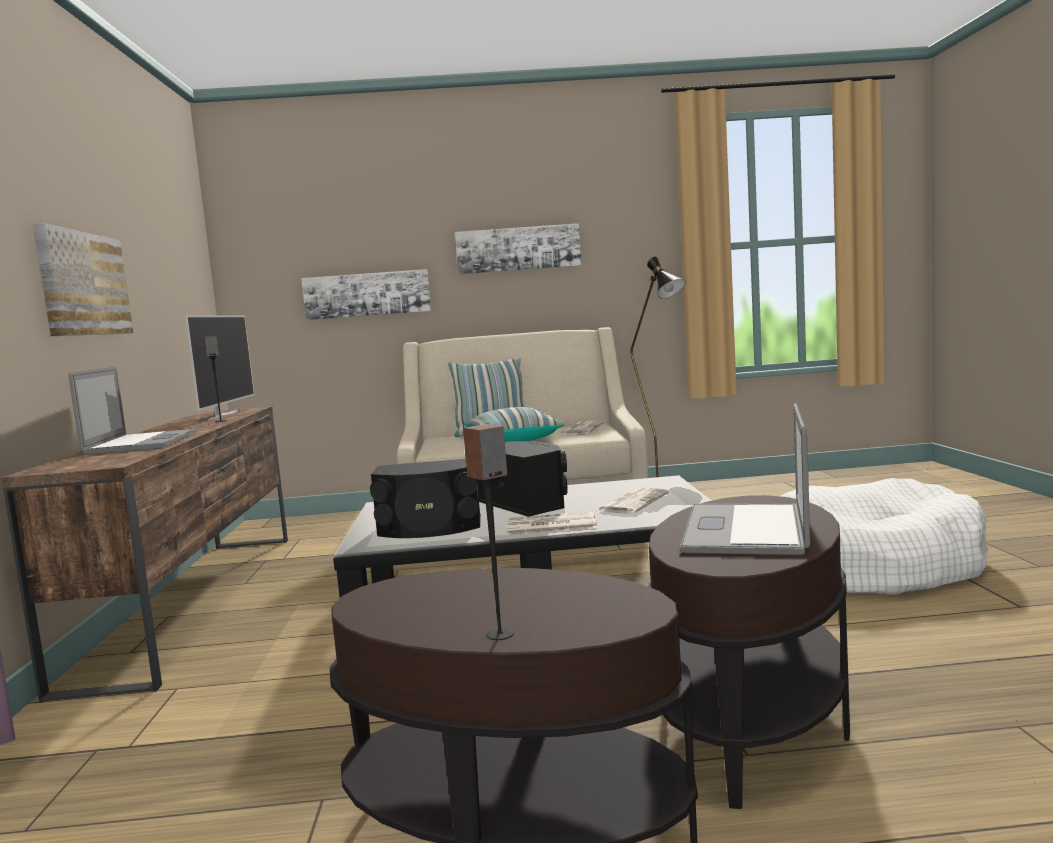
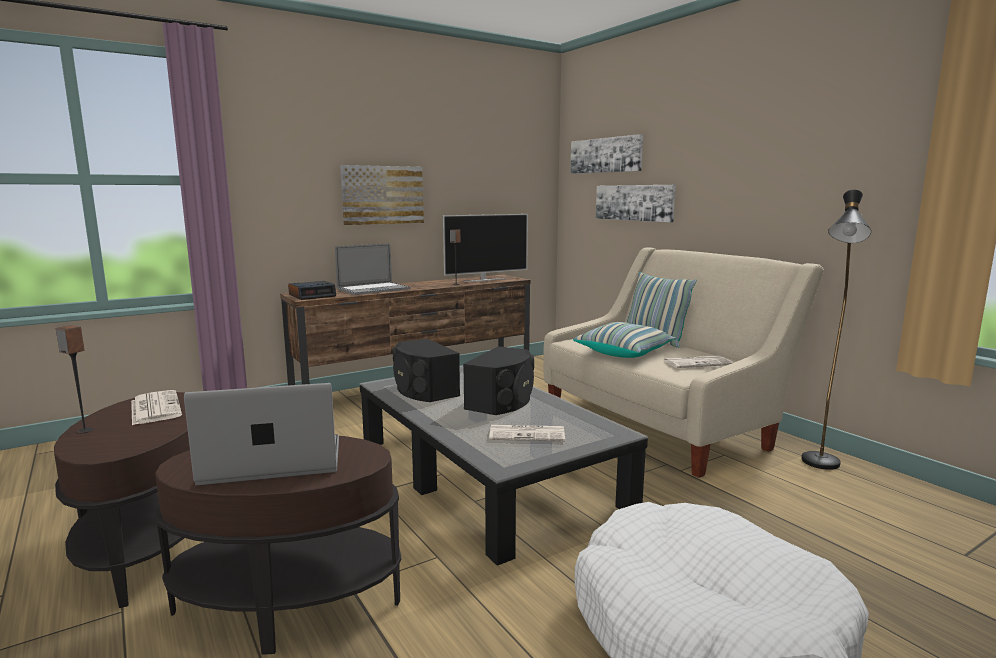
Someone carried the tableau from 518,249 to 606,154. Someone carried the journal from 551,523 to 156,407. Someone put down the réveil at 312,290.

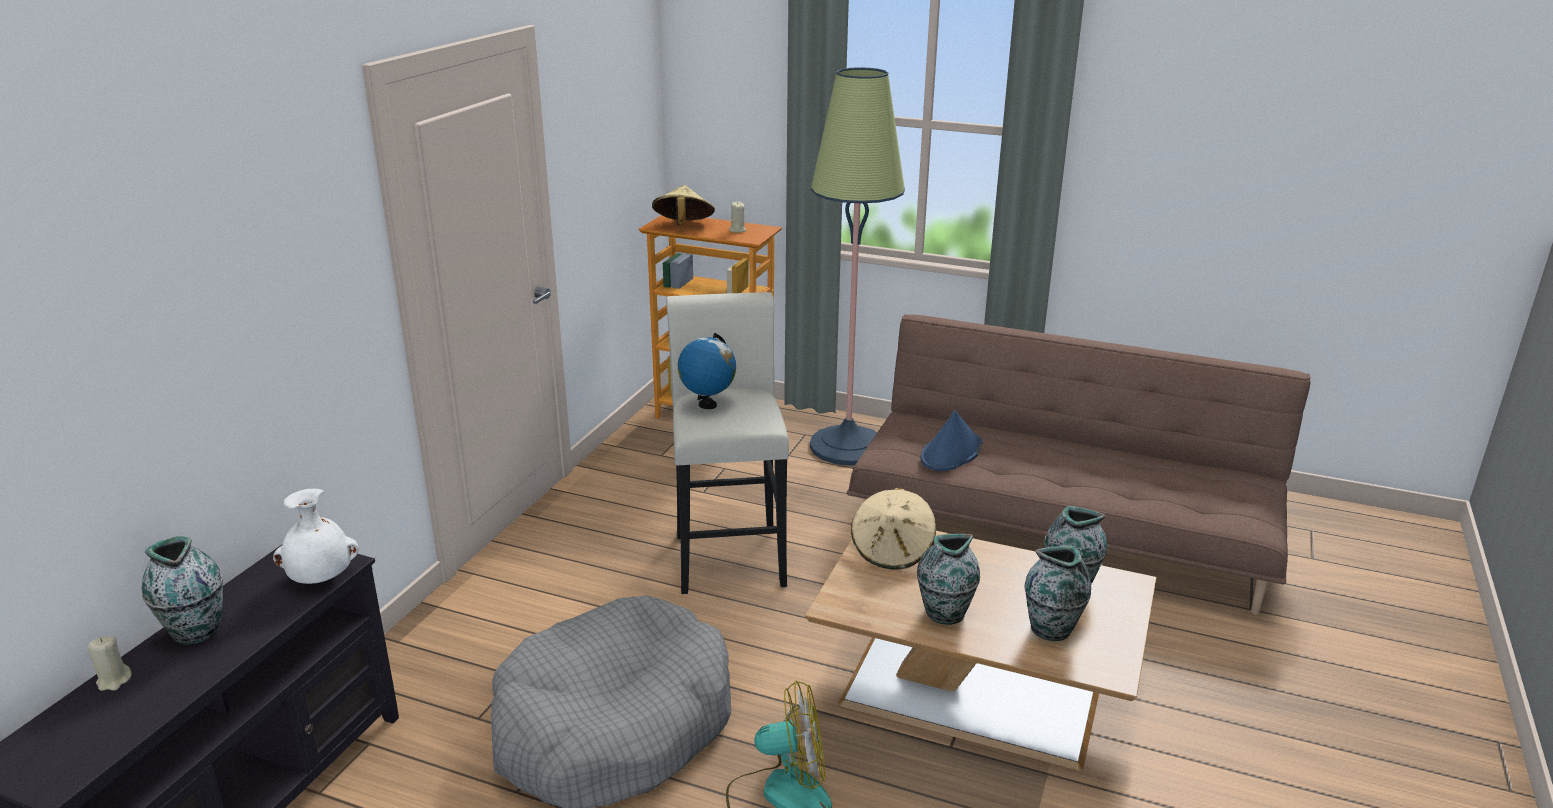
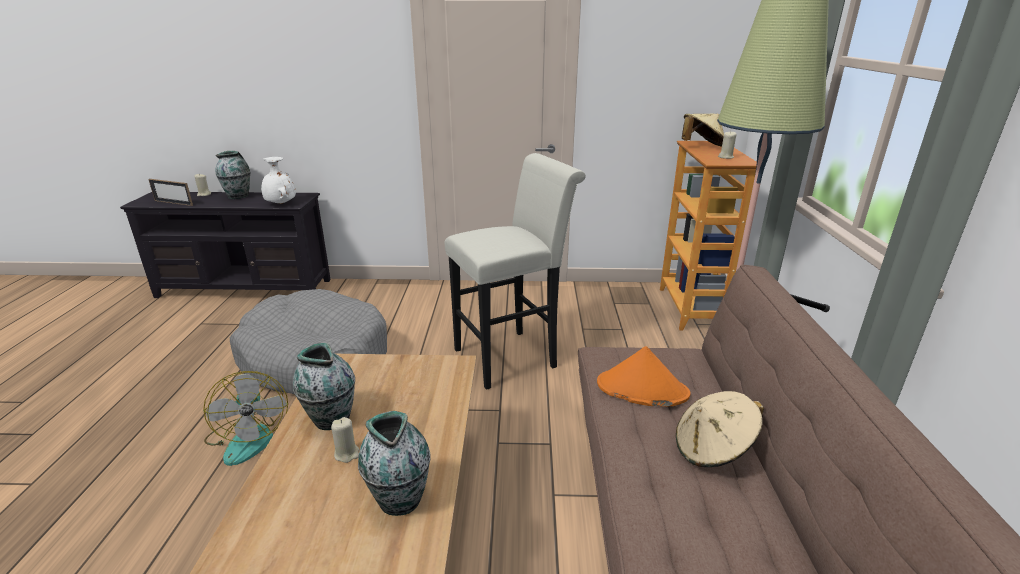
Someone took away the globe at 707,371. Someone repainted the chapeau (bleu) at 952,440, which became the chapeau (orange) at 643,376. Someone carried the chapeau (beige) from 893,529 to 720,429. Someone took away the vase at 1057,593. Someone put down the cadre photo at 170,192. Someone put down the bougie (beige) at 345,440.

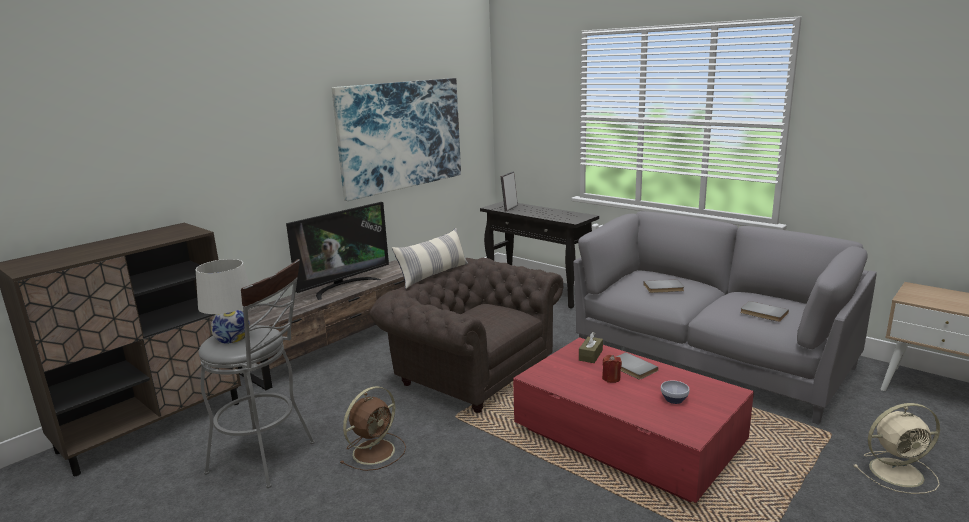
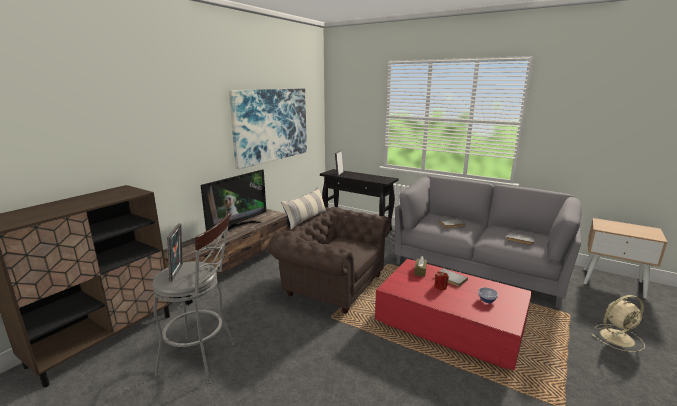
Someone swapped the lampe de table (blanc) at 223,301 for the cadre photo at 175,252. Someone took away the ventilateur (marron) at 373,428.

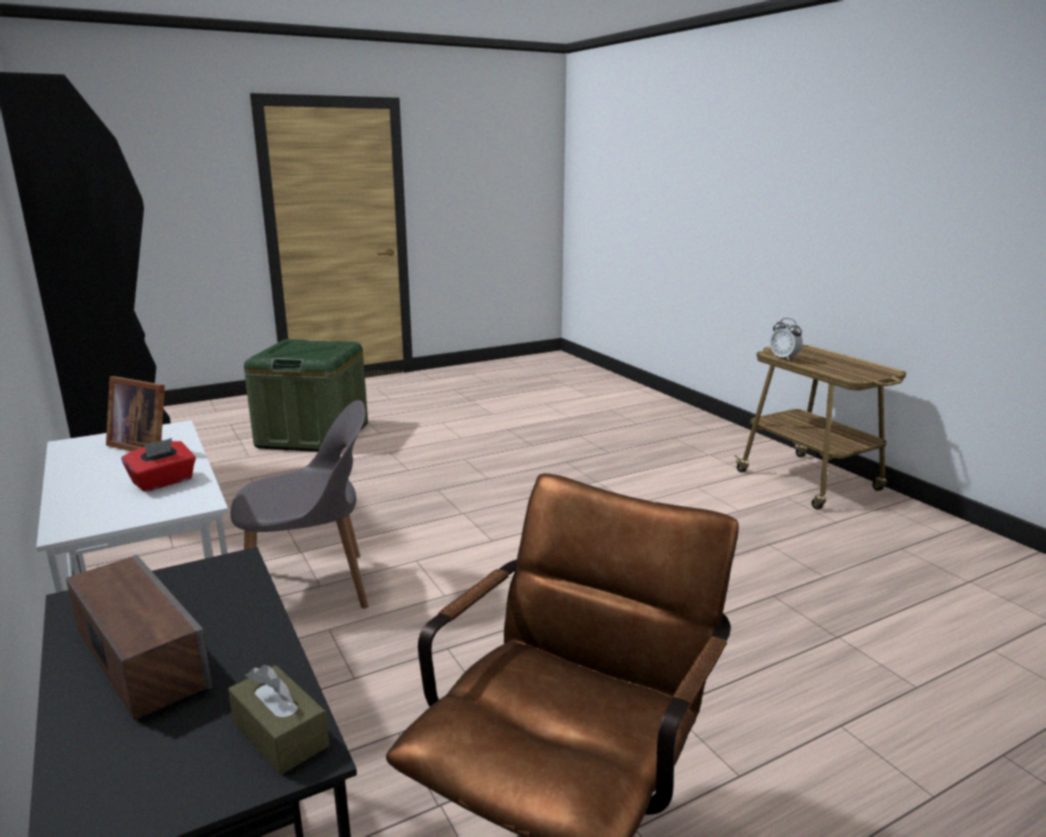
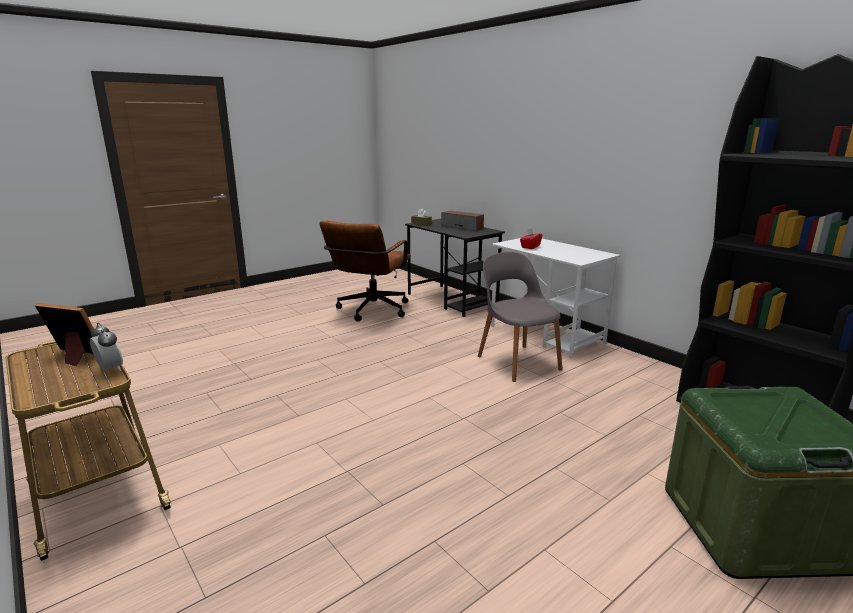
Someone carried the cadre photo from 135,413 to 64,334. Someone rotated the chaise (gris) at 299,504 by 90 degrees clockwise.

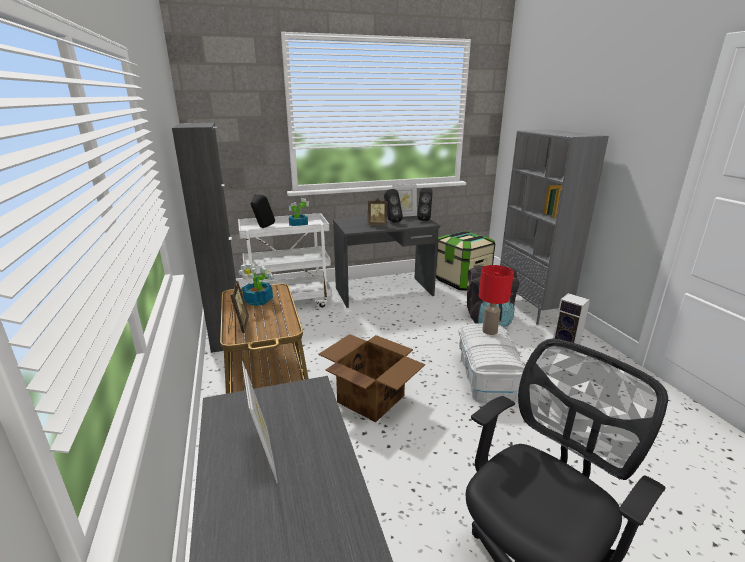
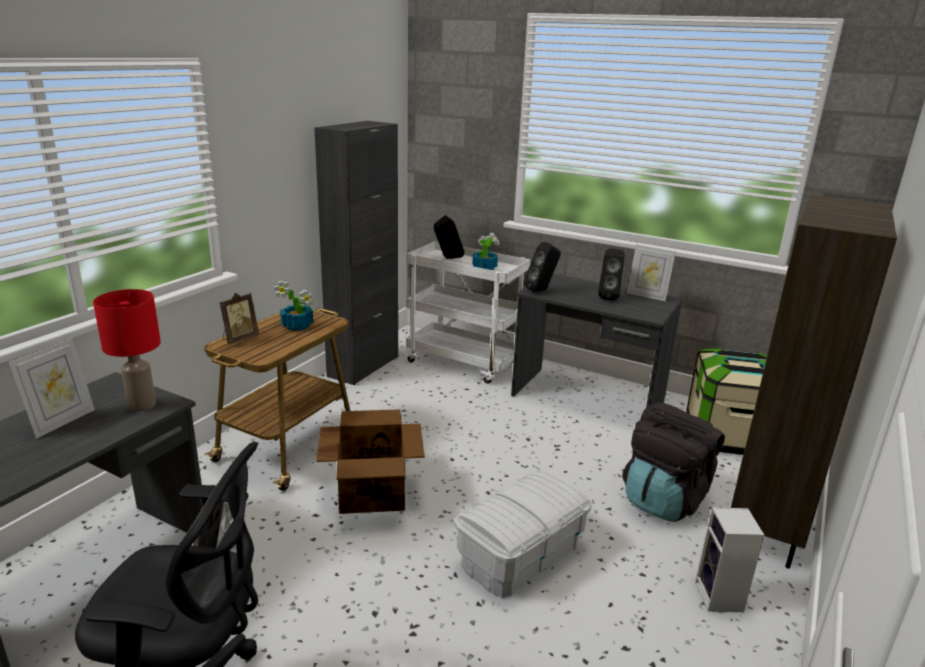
Someone repainted the bibliothèque (gris) at 554,227, which became the bibliothèque (marron) at 814,381. Someone carried the enceinte (noir) from 425,204 to 542,267. Someone took away the cadre photo at 377,211. Someone carried the lampe de table (rouge) from 496,300 to 127,350.

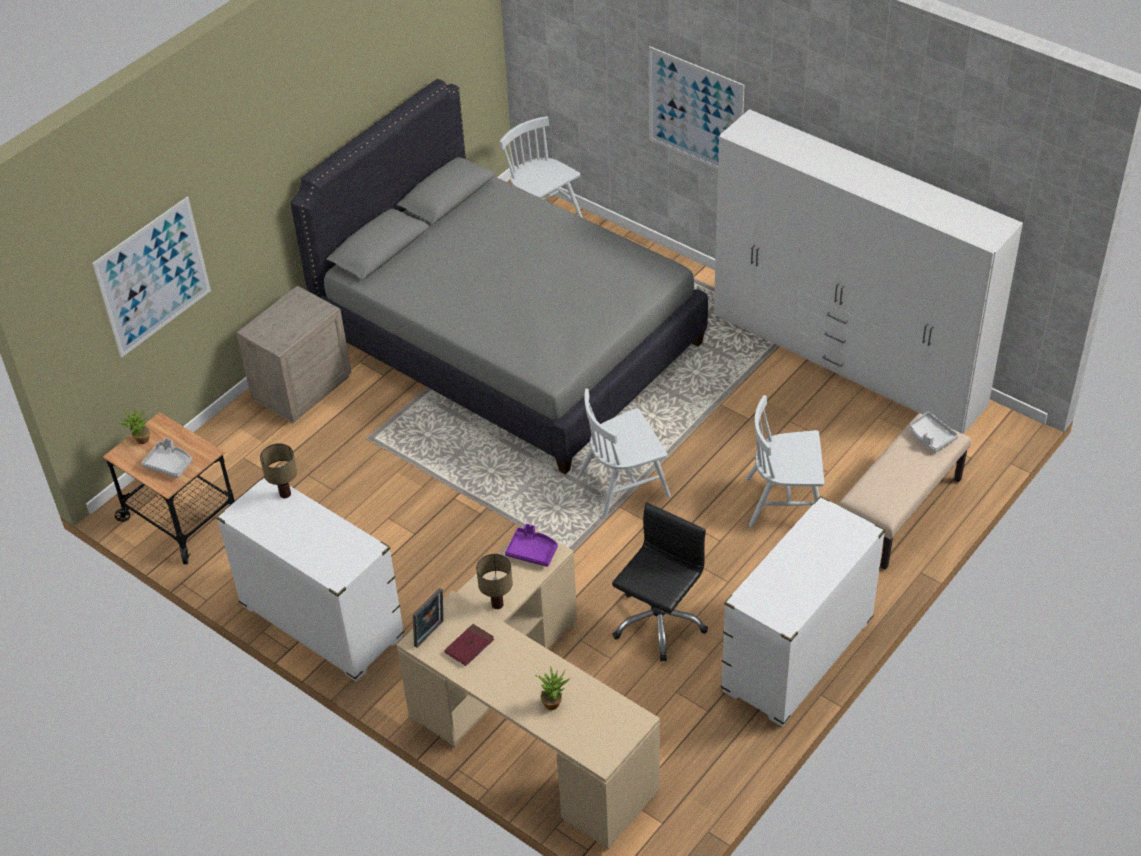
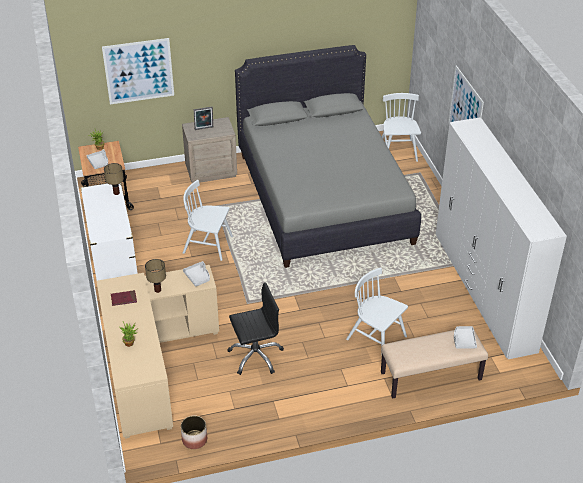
Someone carried the chaise (blanc) from 624,454 to 208,220. Someone took away the commode (blanc) at 803,611. Someone repainted the plateau (violet) at 531,545, which became the plateau (gris) at 196,273. Someone carried the cadre photo from 428,618 to 203,118. Someone put down the cache-pot at 194,432.

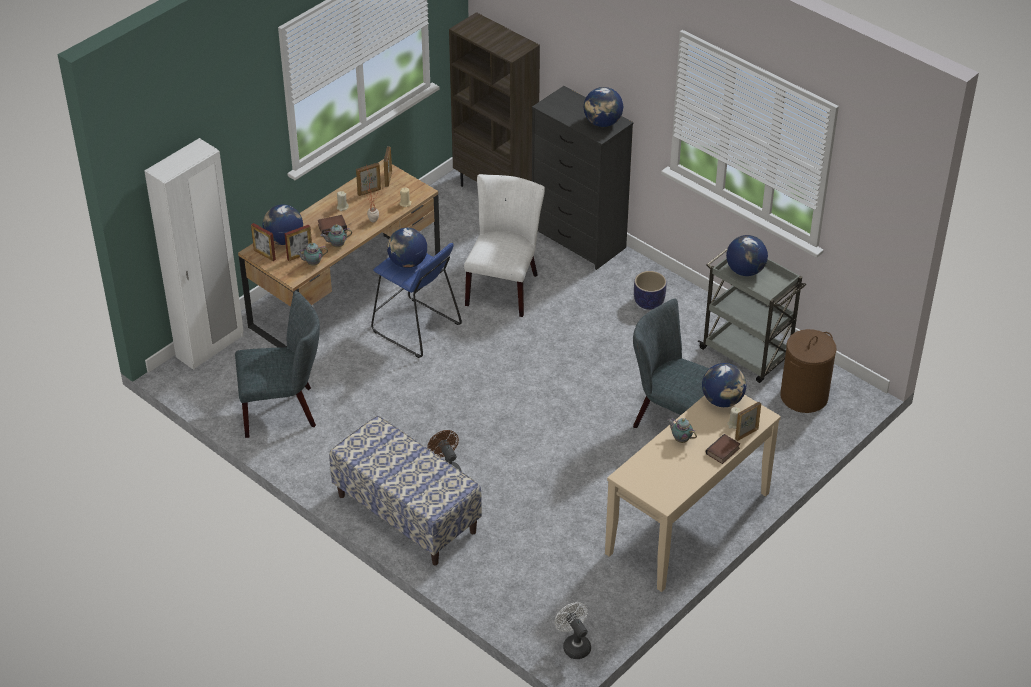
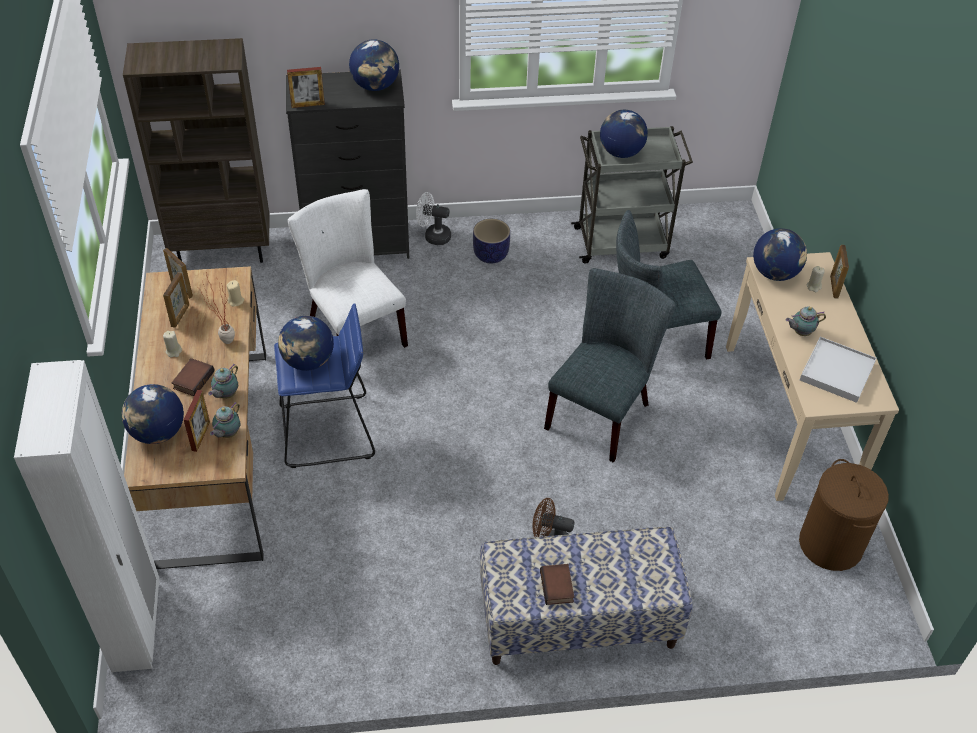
Someone carried the cadre photo from 263,242 to 306,87. Someone carried the chaise (gris) from 277,364 to 610,365. Someone carried the panier à linge (marron) from 808,371 to 844,515. Someone carried the livre from 723,449 to 557,584. Someone carried the ventilateur (blanc) from 573,630 to 433,218. Someone put down the plateau (blanc) at 838,370.

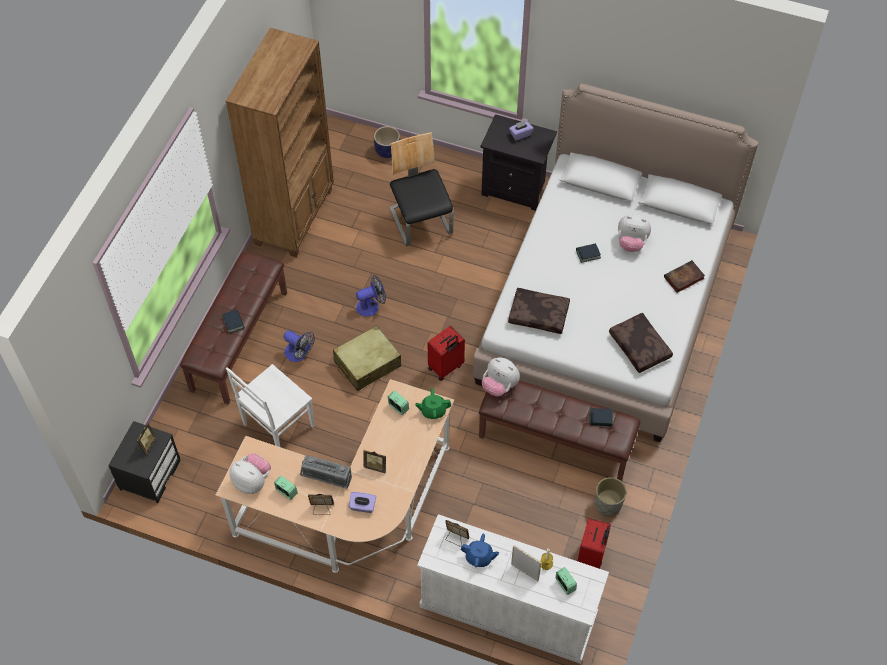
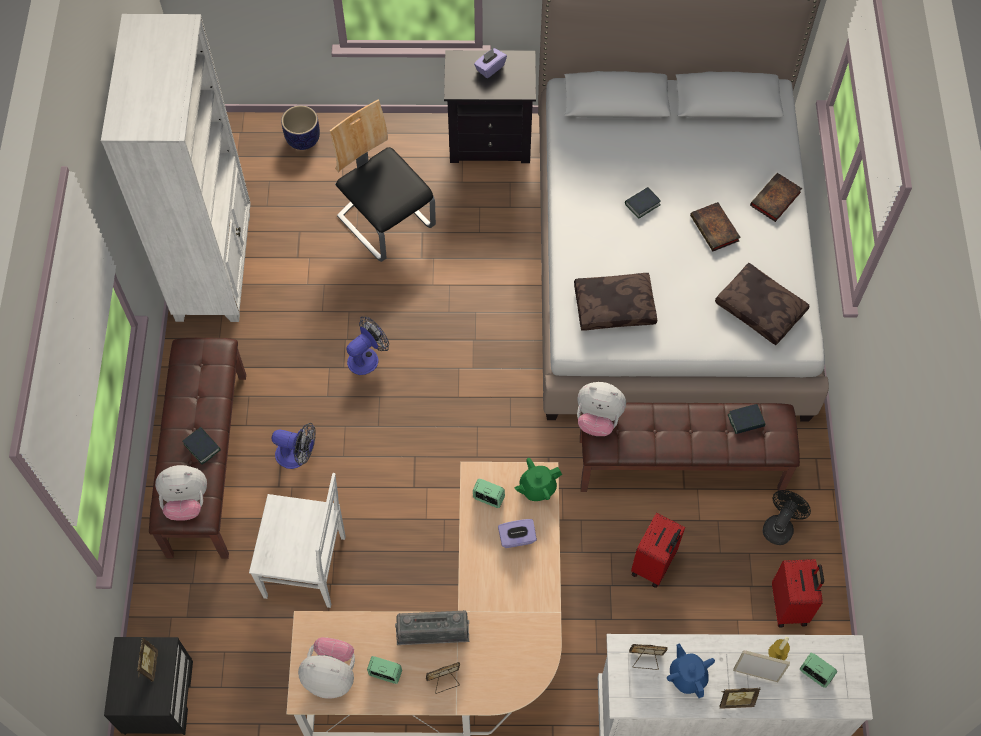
Someone repainted the bibliothèque (marron) at 280,142, which became the bibliothèque (blanc) at 176,168. Someone carried the peluche from 634,233 to 181,493. Someone took away the valise (beige) at 367,358. Someone carried the valise (rouge) from 446,353 to 658,550. Someone rotated the chaise (blanc) at 270,405 by 105 degrees counterclockwise. Someone carried the cadre photo from 374,461 to 740,698. Someone swapped the cache-pot (gris) at 611,496 for the ventilateur (noir) at 787,517. Someone carried the boîte à mouchoirs (violet) from 362,502 to 517,533. Someone rotated the théière (bleu) at 480,550 by 105 degrees counterclockwise. Someone put down the livre at 715,226.

